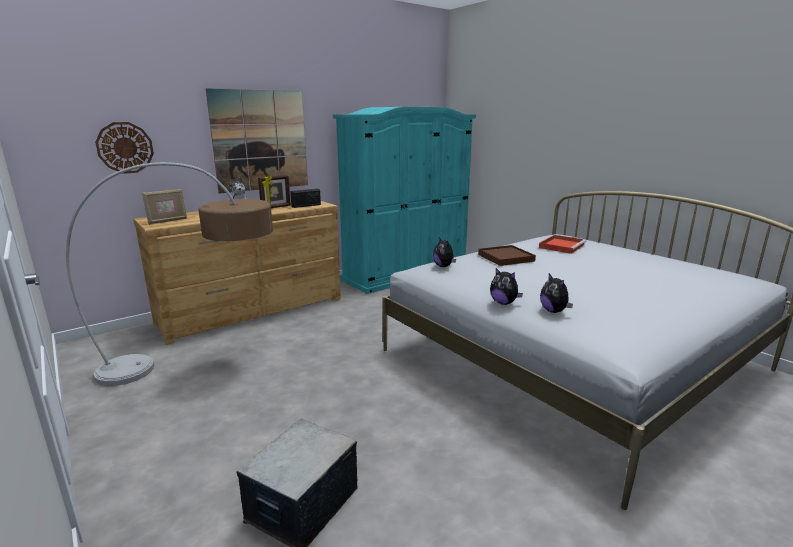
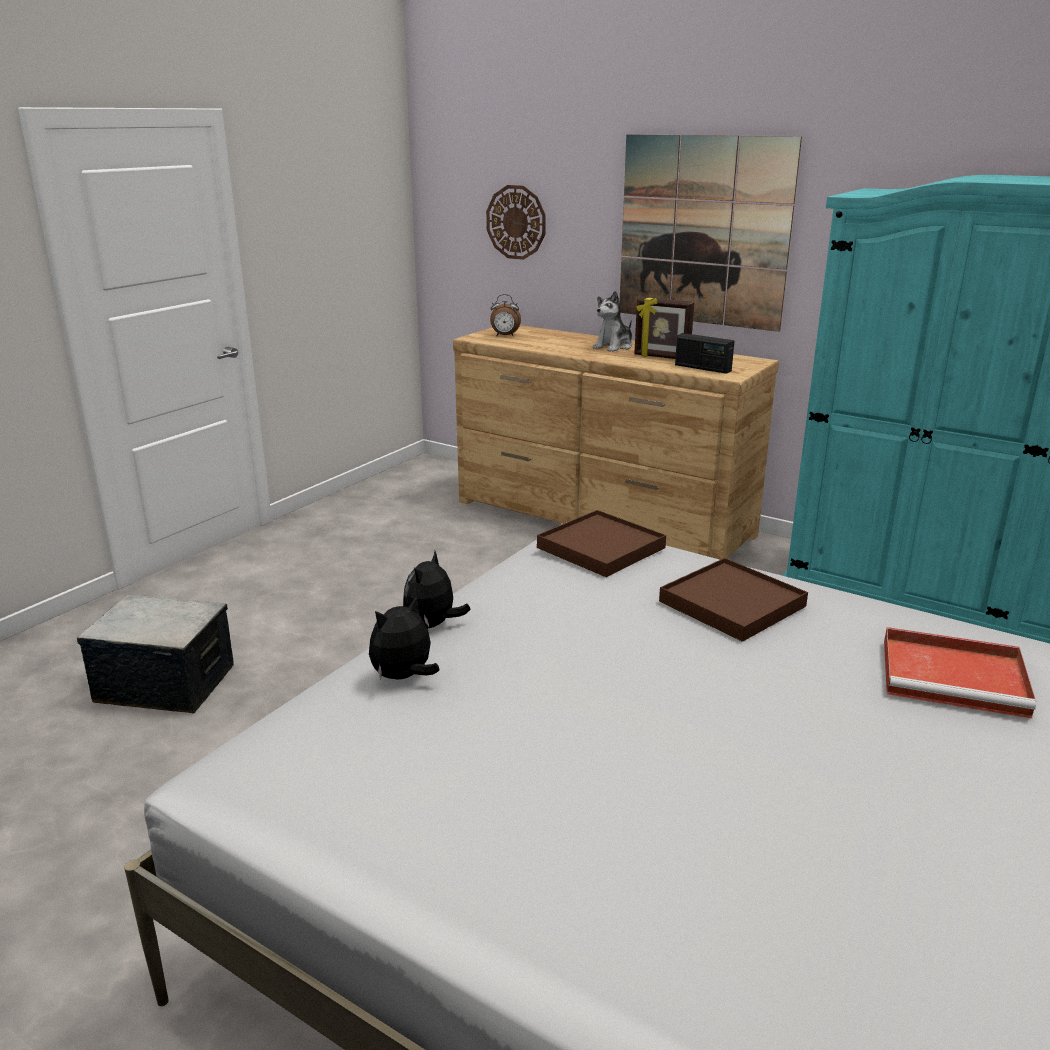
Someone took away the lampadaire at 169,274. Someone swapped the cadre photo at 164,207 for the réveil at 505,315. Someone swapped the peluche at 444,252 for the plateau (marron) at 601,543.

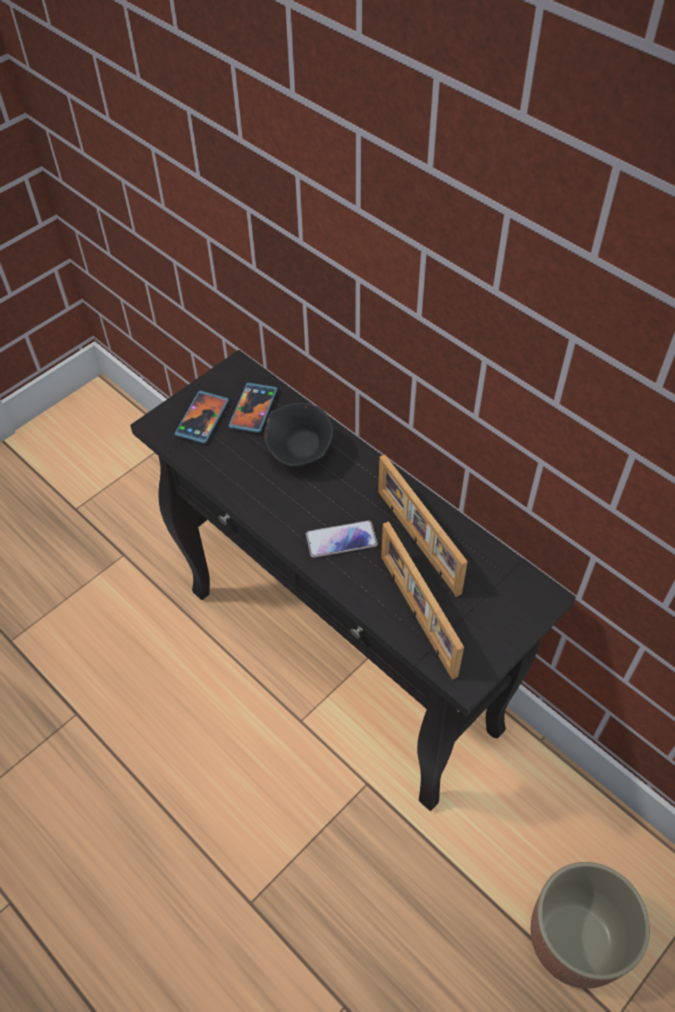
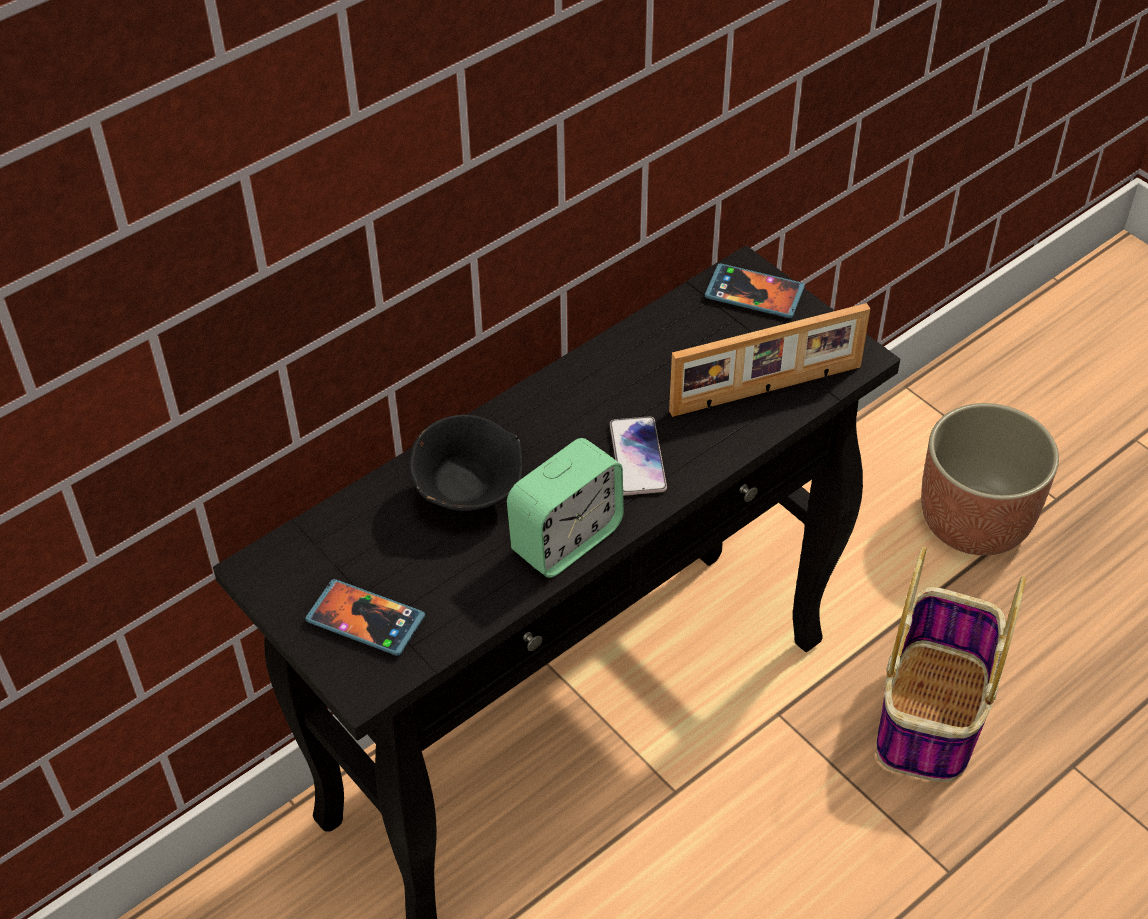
Someone carried the téléphone from 253,408 to 755,290. Someone took away the cadre photo at 423,526. Someone put down the réveil at 565,508. Someone put down the panier at 951,664.

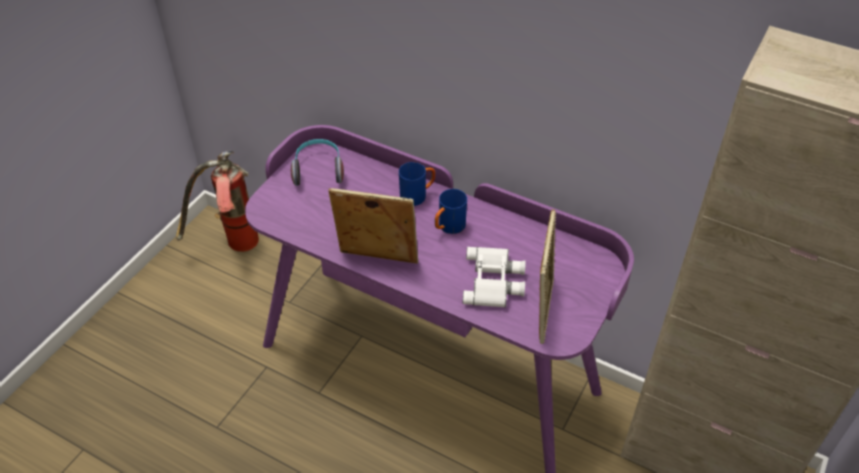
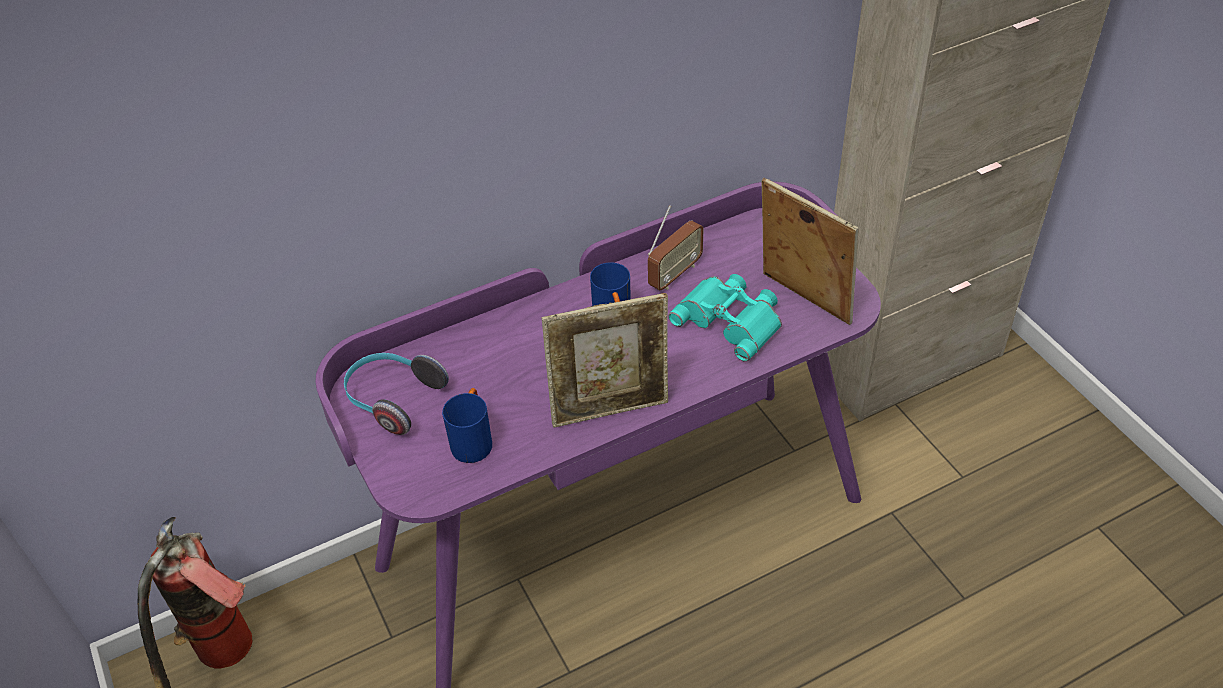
Someone carried the mug (bleu) from 417,184 to 467,425. Someone rotated the cadre photo at 373,226 by 150 degrees counterclockwise. Someone repainted the jumelles (blanc) at 494,277, which became the jumelles (turquoise) at 725,318. Someone put down the radio at 676,248.

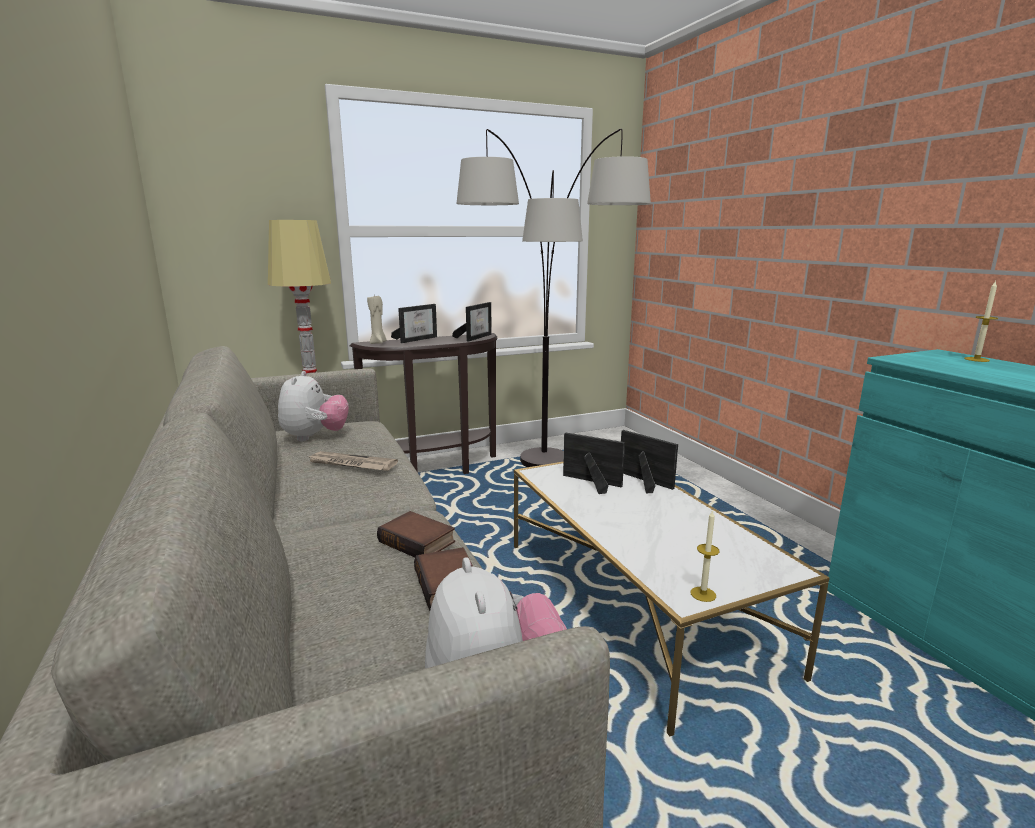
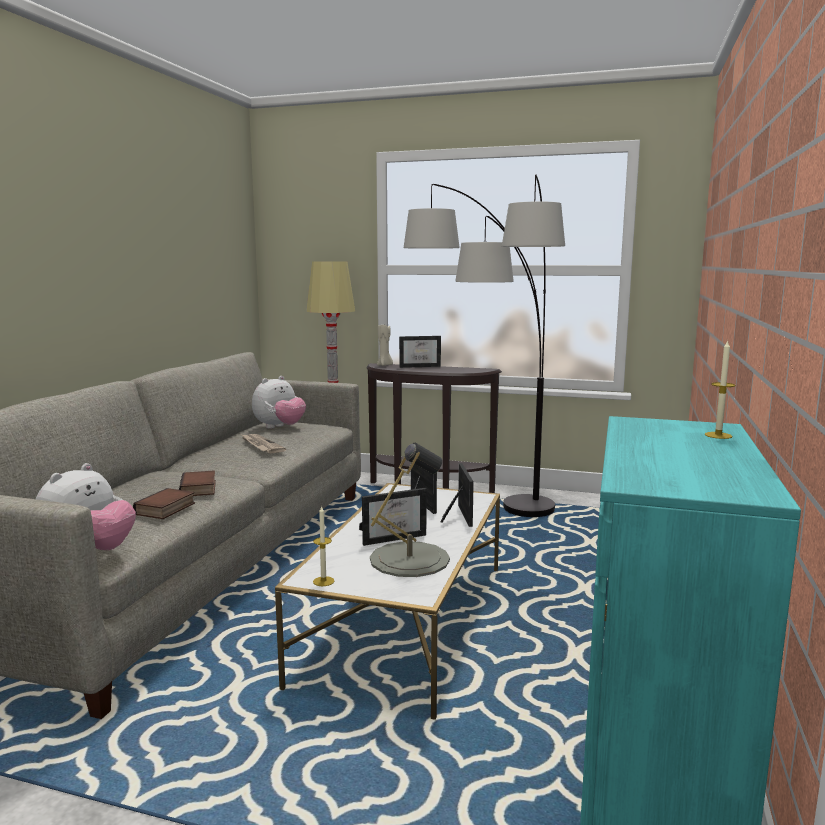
Someone carried the cadre photo from 472,321 to 393,517. Someone put down the lampe de table (gris) at 410,510.

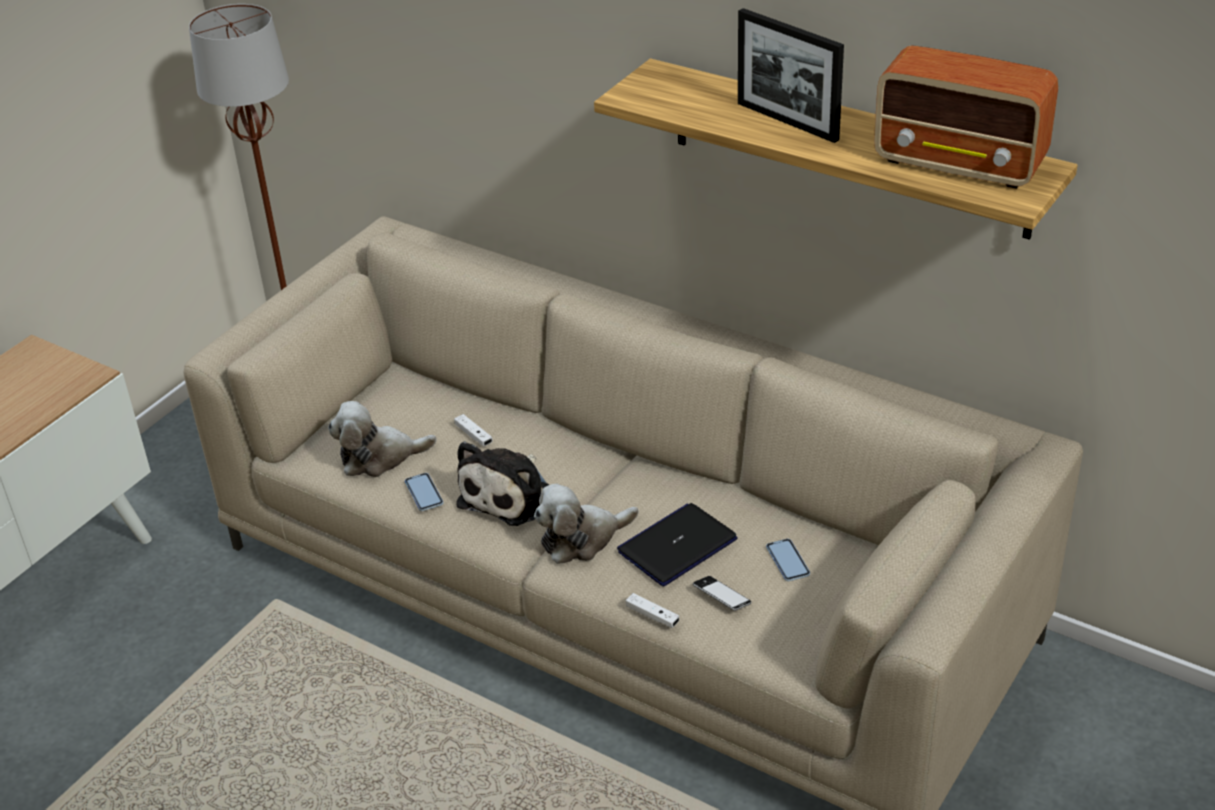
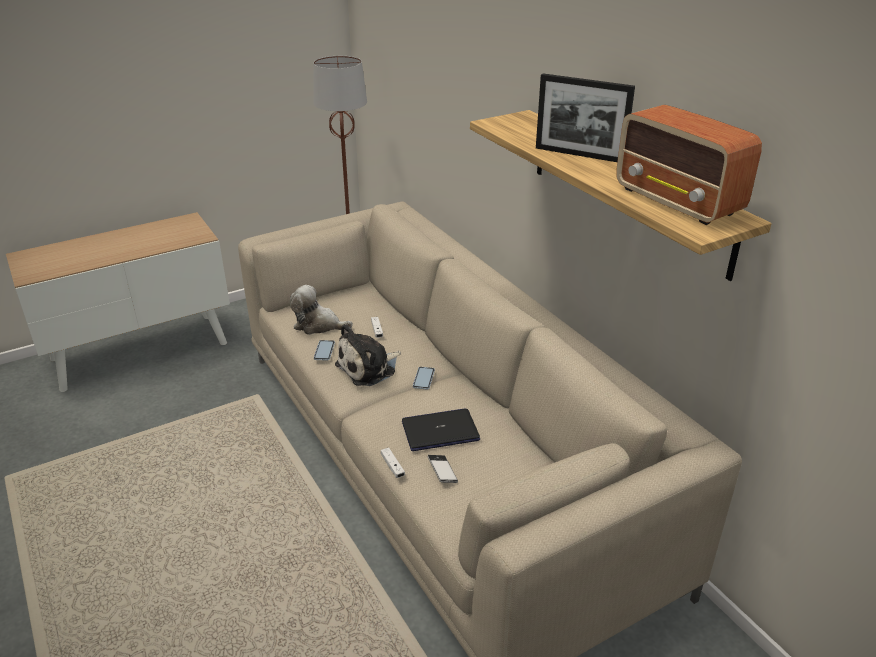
Someone rotated the cadre photo at 791,75 by 45 degrees counterclockwise. Someone took away the peluche at 586,524. Someone carried the téléphone from 788,560 to 424,378.

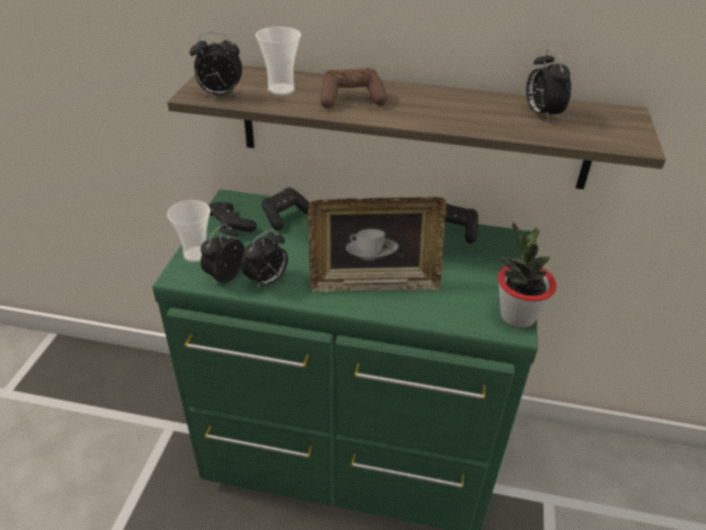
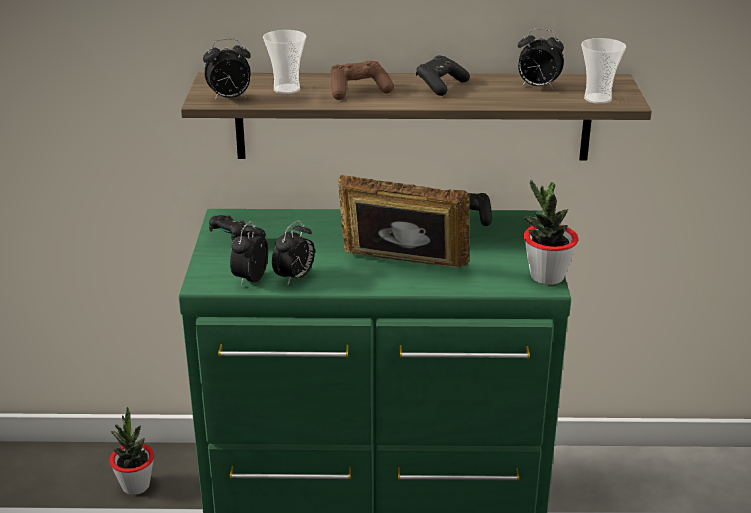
Someone rotated the réveil at 548,85 by 45 degrees counterclockwise. Someone carried the manette (noir) from 285,209 to 443,75. Someone rotated the cadre photo at 377,244 by 150 degrees counterclockwise. Someone carried the tasse from 189,231 to 603,71. Someone put down the plante en pot at 131,451.

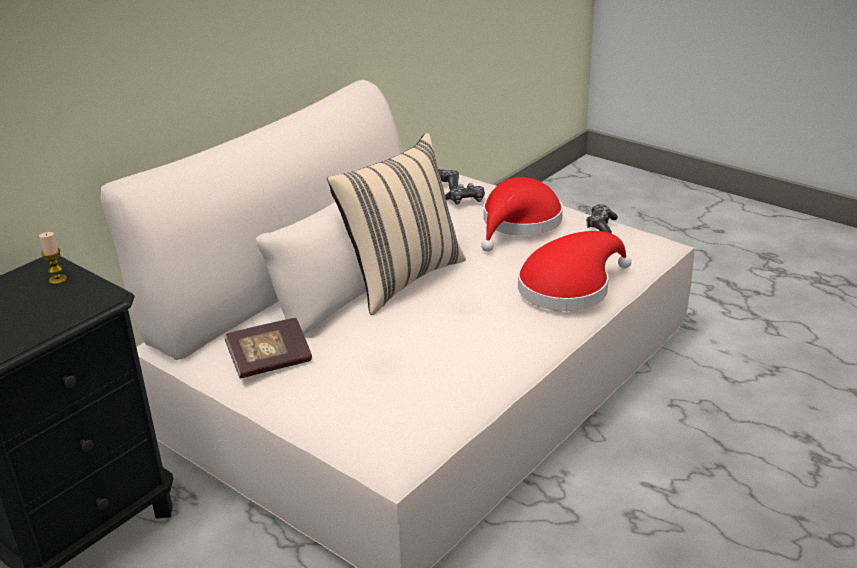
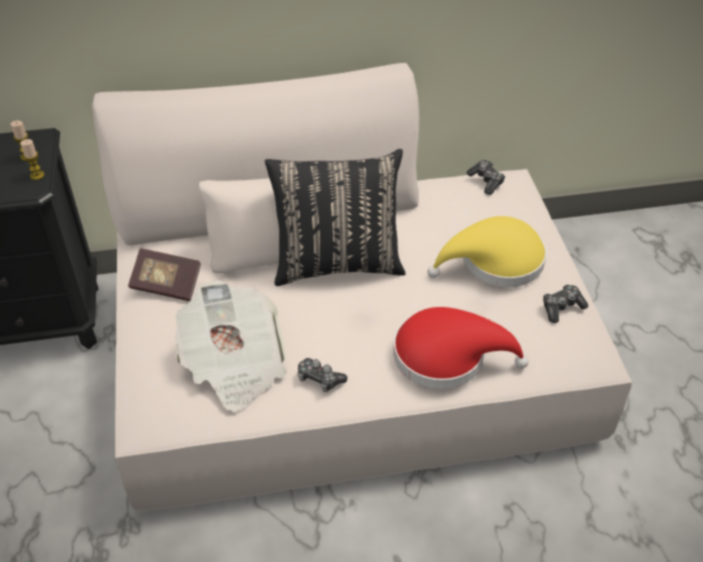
Someone repainted the coussin (beige) at 396,224, which became the coussin (noir) at 335,217. Someone repainted the chapeau (rouge) at 522,214, which became the chapeau (jaune) at 487,251. Someone carried the manette from 465,193 to 322,375. Someone put down the bougie at 32,159. Someone put down the journal at 231,346.

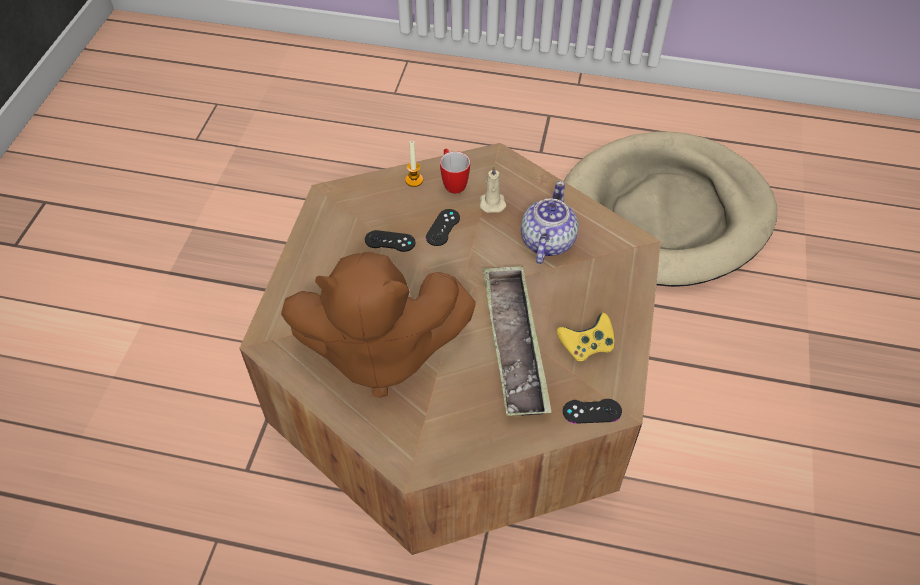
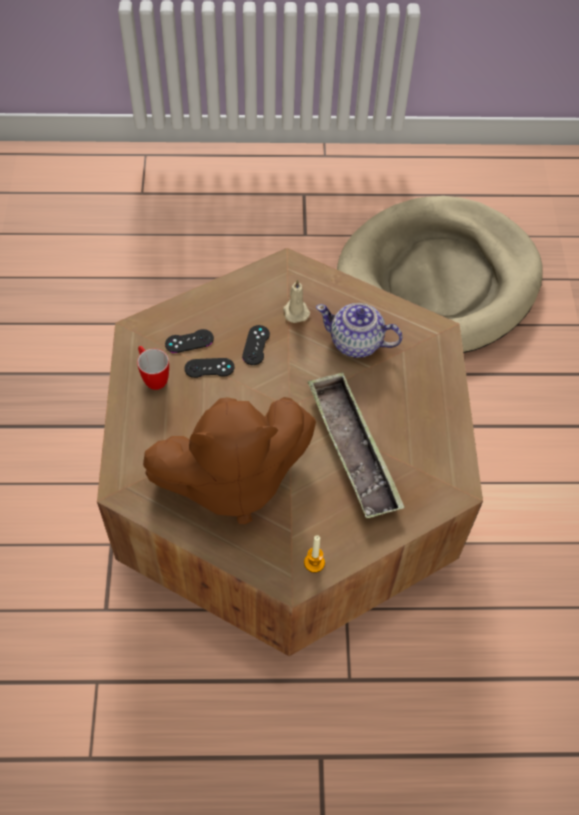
Someone carried the bougie from 414,164 to 314,554. Someone carried the mug from 455,171 to 153,368. Someone rotated the théière at 550,222 by 75 degrees counterclockwise. Someone took away the manette (jaune) at 585,337. Someone carried the manette (noir) from 592,411 to 189,341.

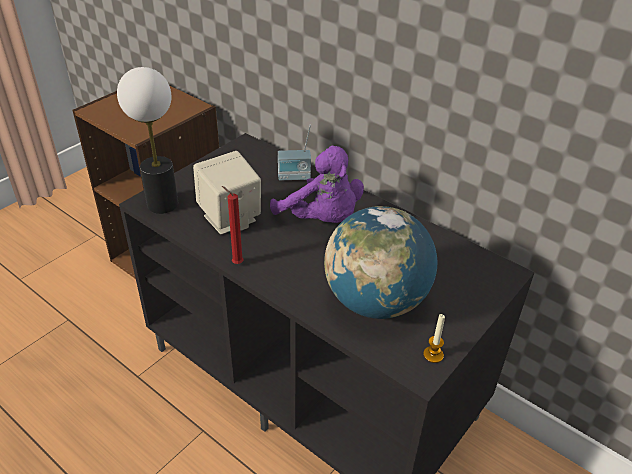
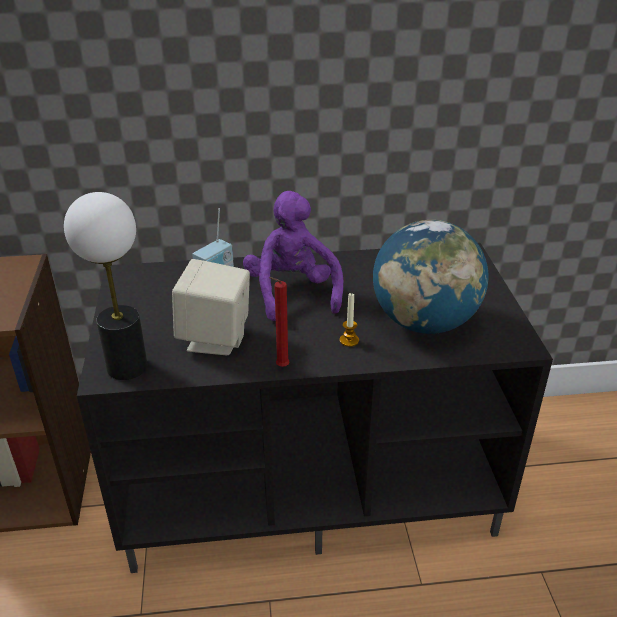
Someone rotated the peluche (violet) at 317,184 by 105 degrees counterclockwise. Someone carried the bougie from 434,338 to 349,319.

